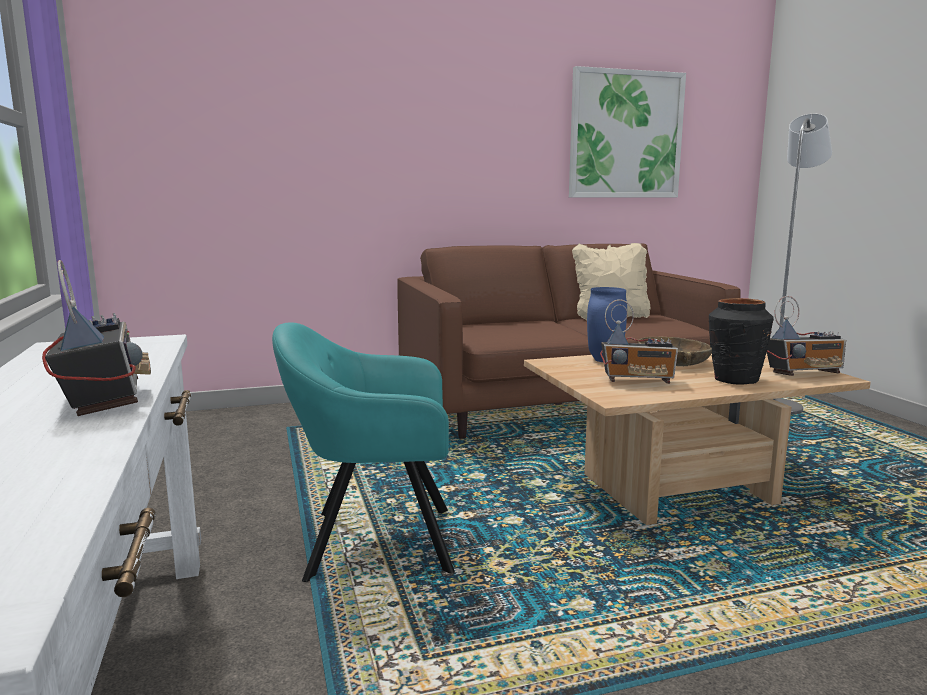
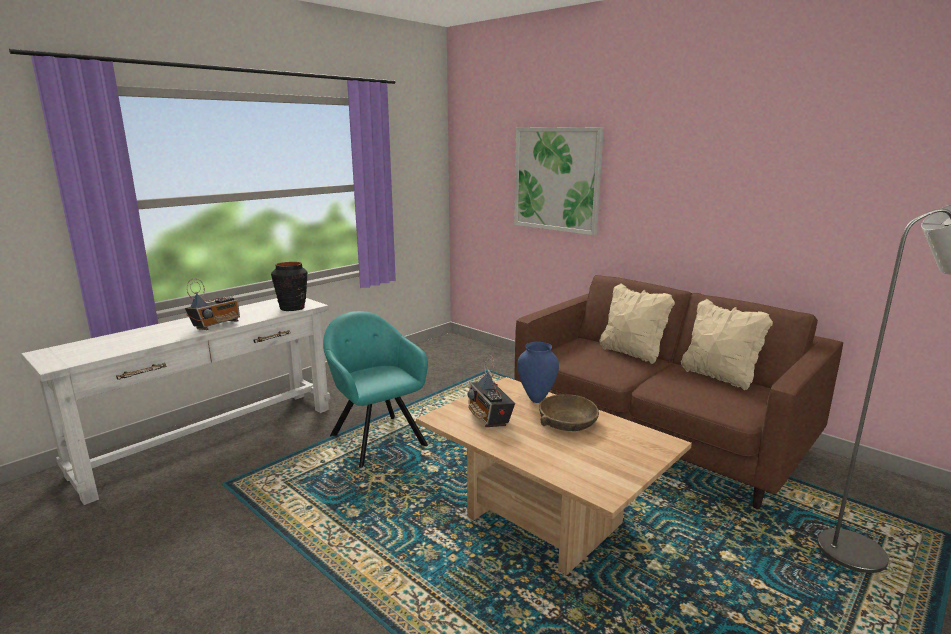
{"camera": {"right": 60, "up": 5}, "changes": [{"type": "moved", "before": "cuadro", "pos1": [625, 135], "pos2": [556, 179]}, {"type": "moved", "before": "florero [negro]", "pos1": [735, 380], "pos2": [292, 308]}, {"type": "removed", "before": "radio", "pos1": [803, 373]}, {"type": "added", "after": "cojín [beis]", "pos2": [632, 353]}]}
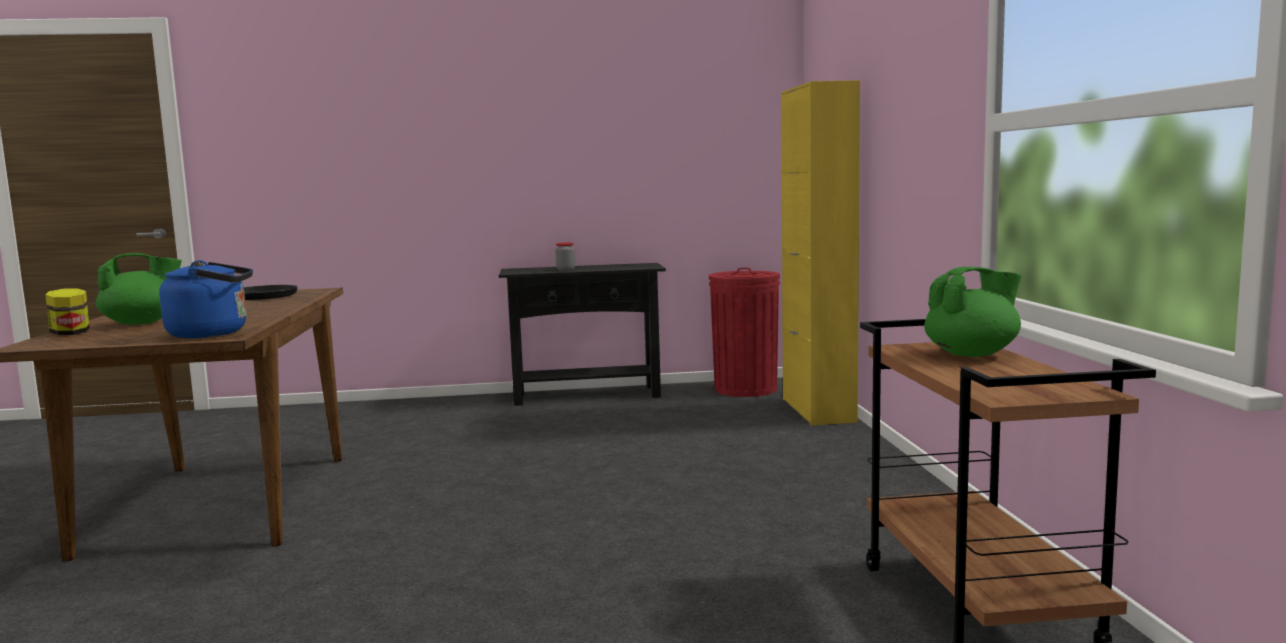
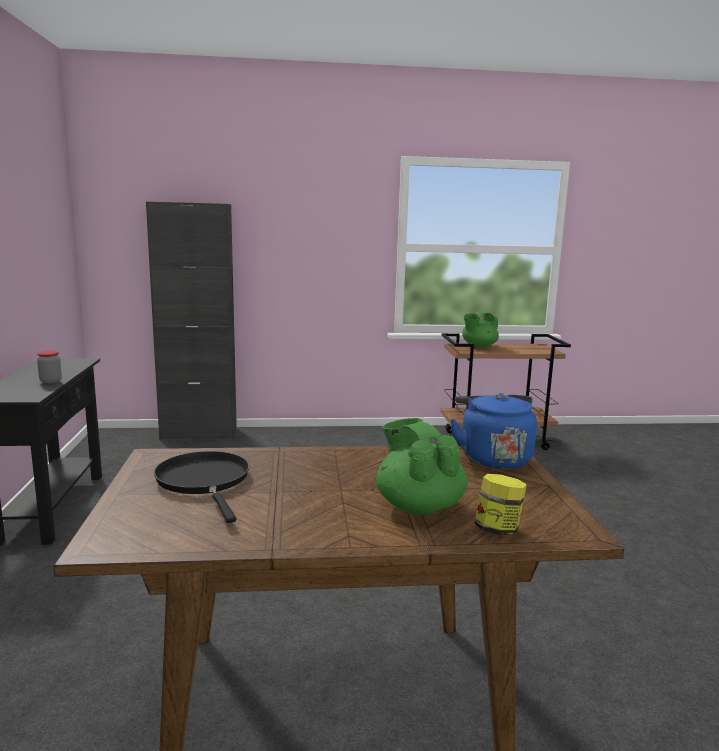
{"camera": {"right": -90, "up": 5}, "changes": [{"type": "removed", "before": "papelera [rojo]", "pos1": [745, 389]}, {"type": "recoloured", "before": "armario [amarillo]", "after": "armario [negro]", "pos1": [818, 410], "pos2": [199, 433]}, {"type": "turned", "before": "tetera [verde]", "pos1": [972, 354], "pos2": [478, 346], "turn": -105}]}
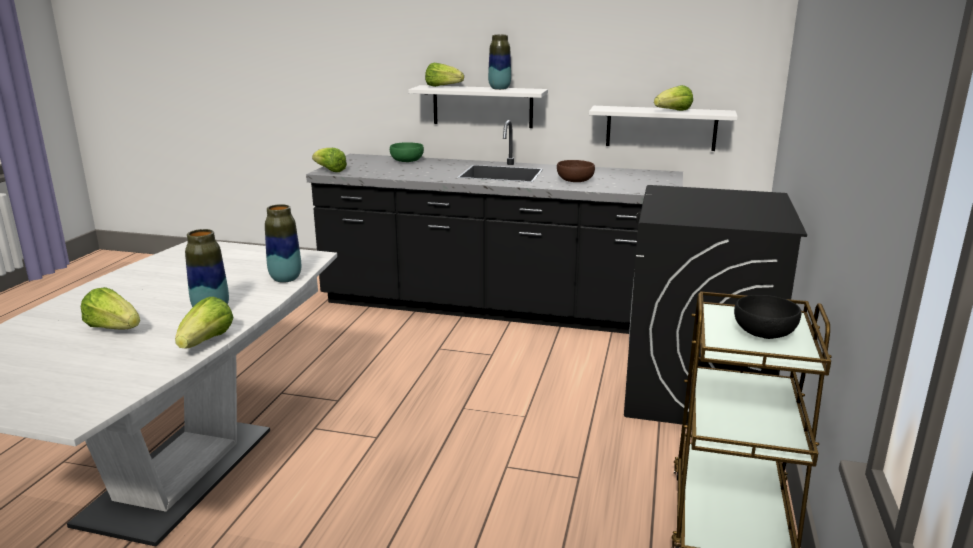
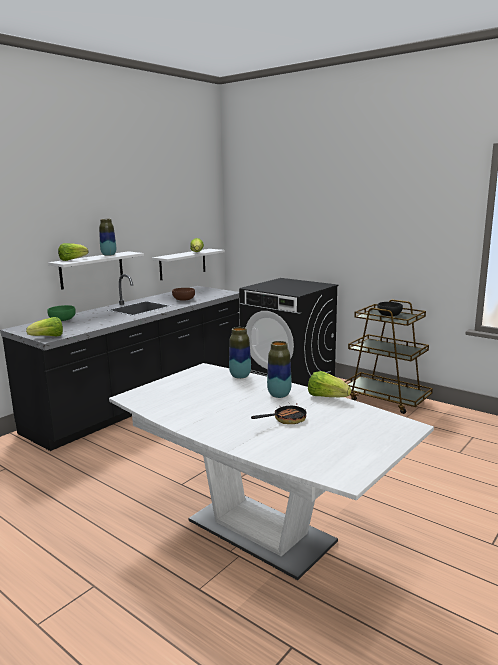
{"camera": {"right": -65, "up": -5}, "changes": [{"type": "replaced", "before": "lechuga", "after": "sartén", "pos1": [114, 328], "pos2": [285, 420]}]}
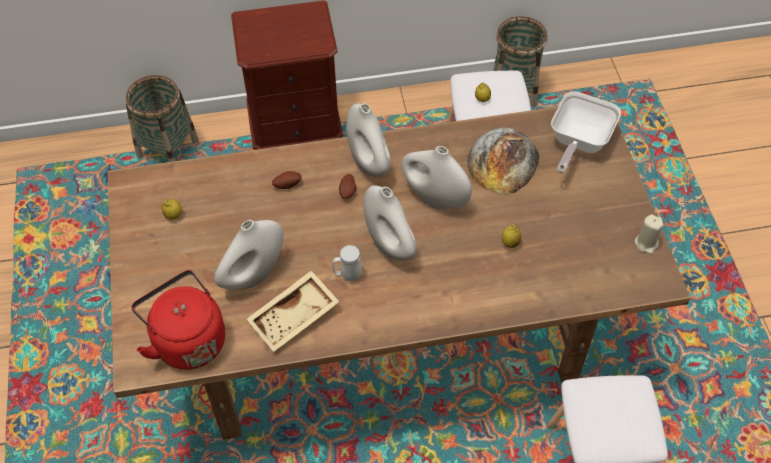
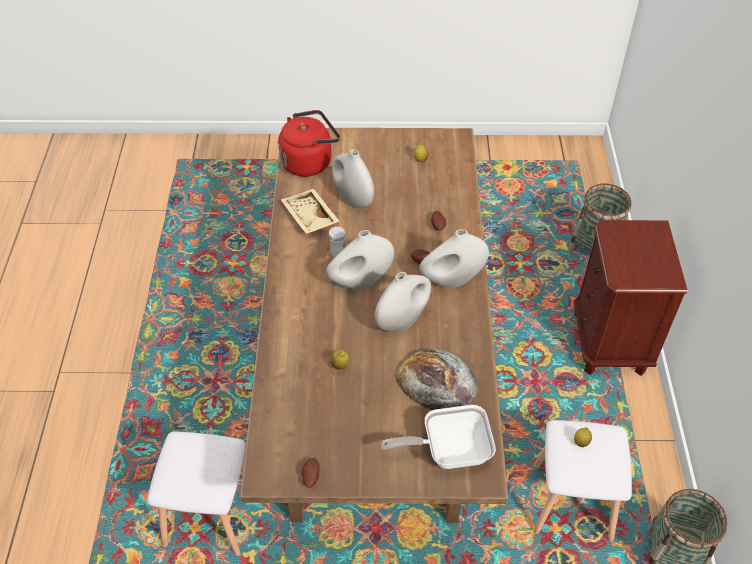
{"camera": {"right": 100, "up": -5}, "changes": [{"type": "turned", "before": "sartén", "pos1": [578, 143], "pos2": [448, 451], "turn": -45}, {"type": "replaced", "before": "vela [beis]", "after": "patata", "pos1": [646, 243], "pos2": [310, 477]}]}
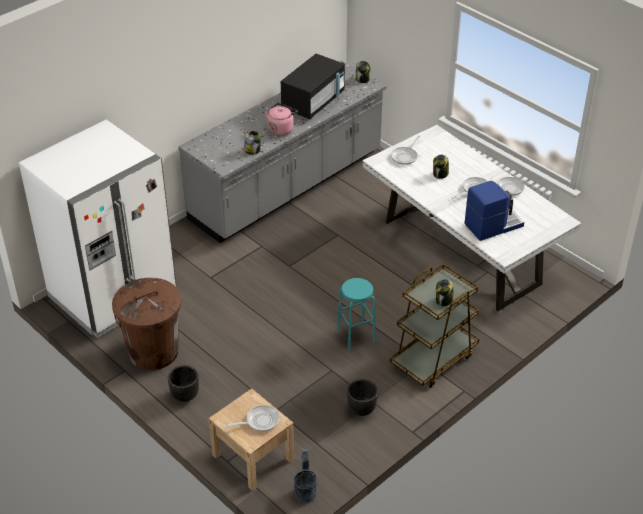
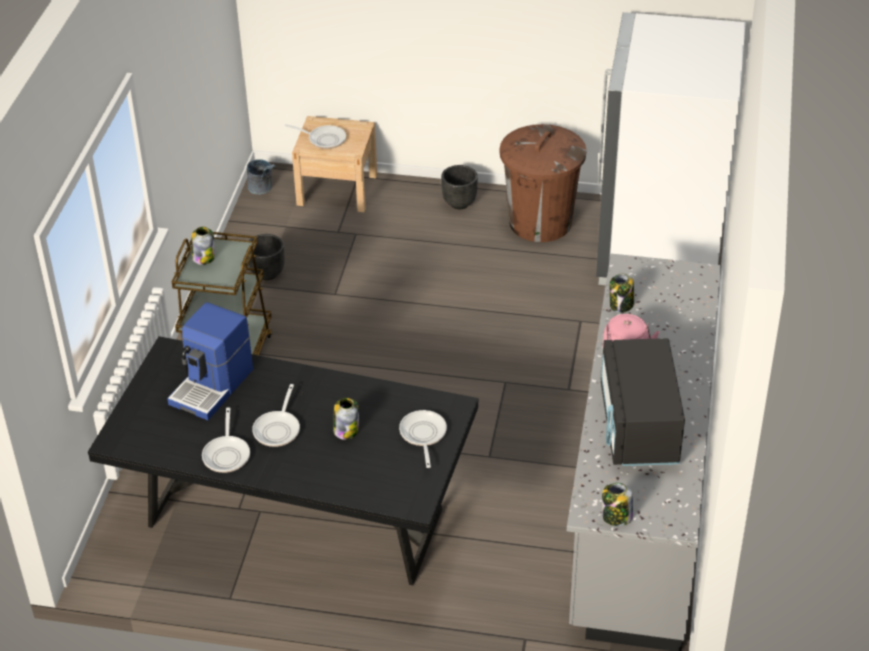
{"camera": {"right": 145, "up": 0}, "changes": [{"type": "turned", "before": "sartén", "pos1": [259, 421], "pos2": [324, 139], "turn": -105}, {"type": "removed", "before": "taburete [turquesa]", "pos1": [355, 336]}, {"type": "recoloured", "before": "mesa de comedor [blanco]", "after": "mesa de comedor [negro]", "pos1": [460, 253], "pos2": [297, 518]}]}
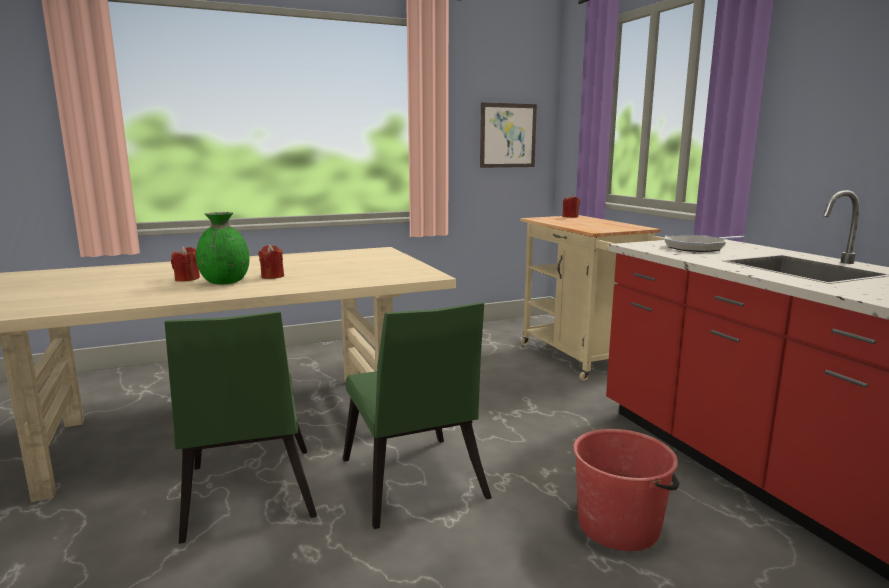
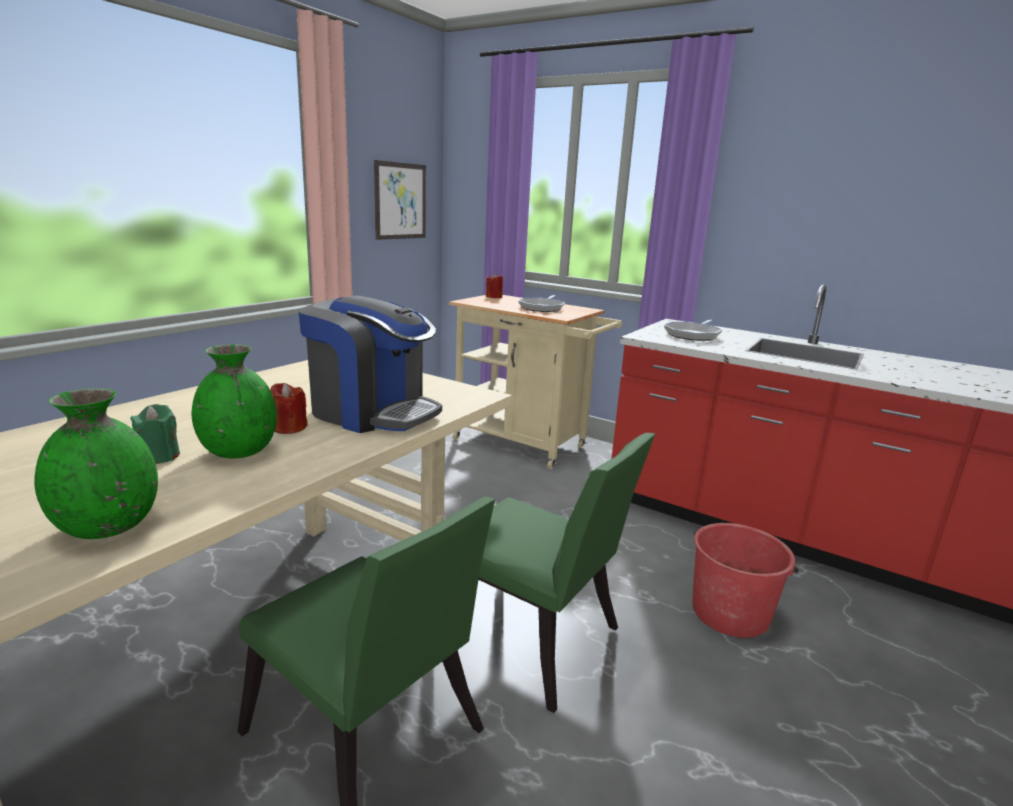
{"camera": {"right": -35, "up": 5}, "changes": [{"type": "recoloured", "before": "vela [rojo]", "after": "vela [verde]", "pos1": [187, 279], "pos2": [159, 457]}, {"type": "added", "after": "florero [verde]", "pos2": [107, 527]}, {"type": "added", "after": "cafetera", "pos2": [372, 412]}, {"type": "added", "after": "sartén", "pos2": [542, 308]}]}
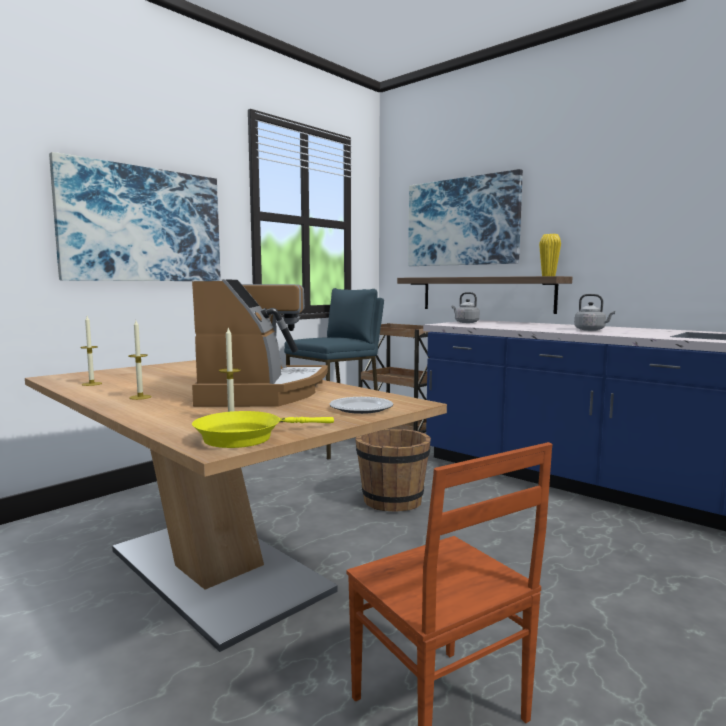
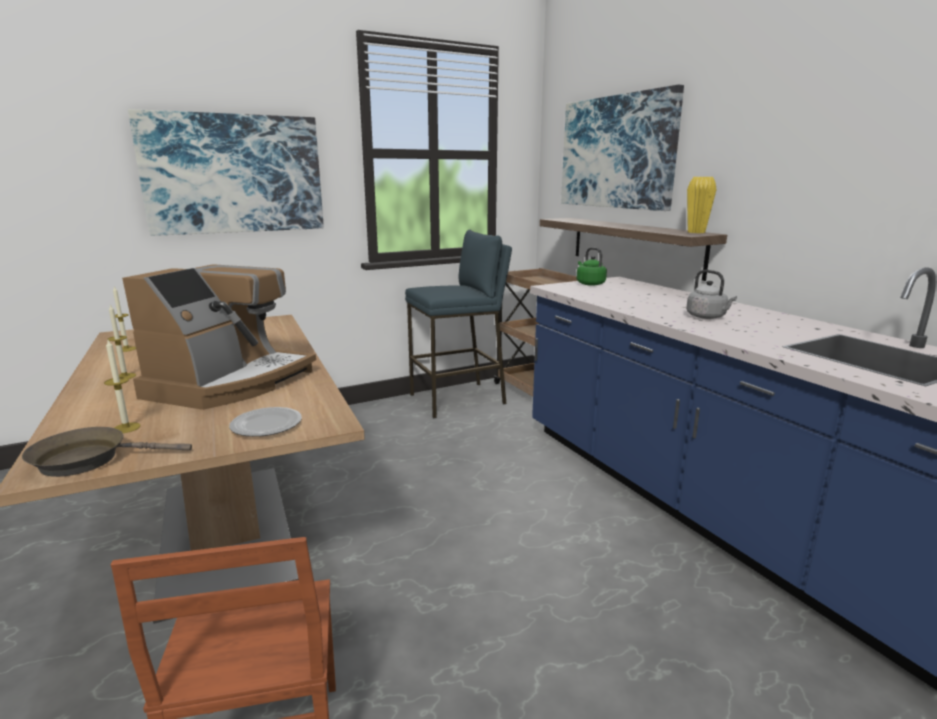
{"camera": {"right": 20, "up": 10}, "changes": [{"type": "recoloured", "before": "sartén [amarillo]", "after": "sartén [marrón]", "pos1": [245, 437], "pos2": [88, 460]}, {"type": "removed", "before": "cubo [marrón]", "pos1": [392, 501]}, {"type": "recoloured", "before": "hervidor [gris]", "after": "hervidor [verde]", "pos1": [465, 322], "pos2": [589, 284]}]}
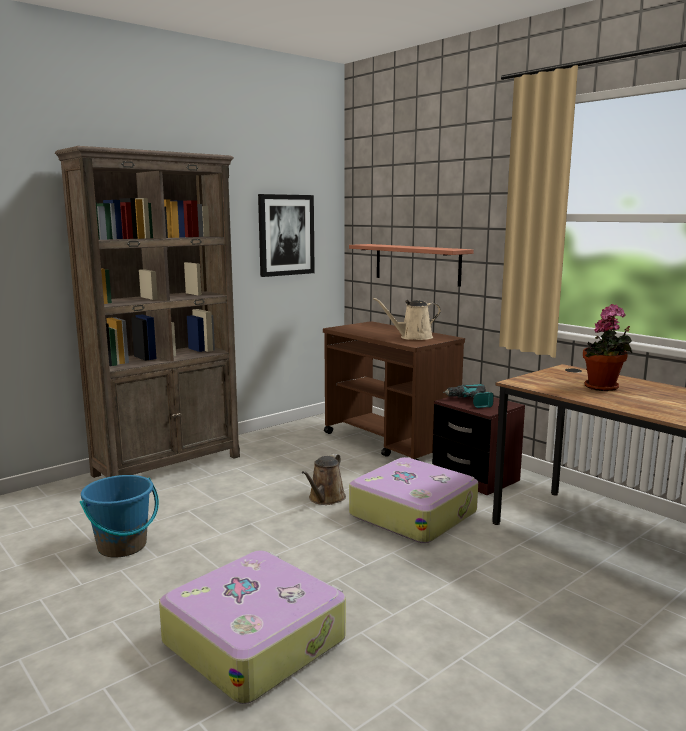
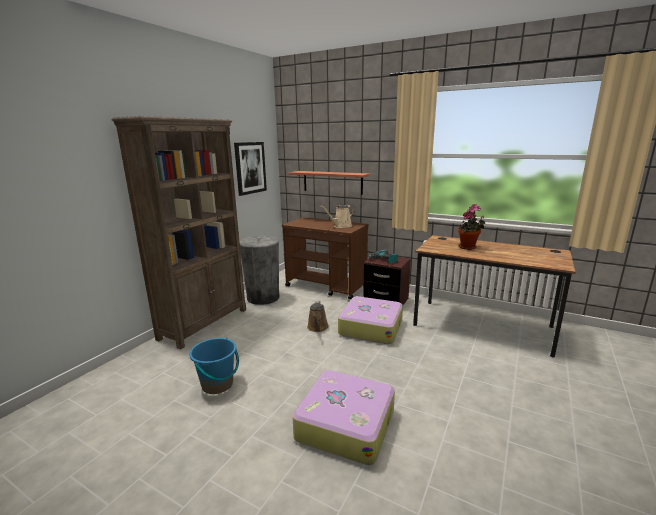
{"camera": {"right": -20, "up": 5}, "changes": [{"type": "added", "after": "papelera [gris]", "pos2": [263, 297]}]}
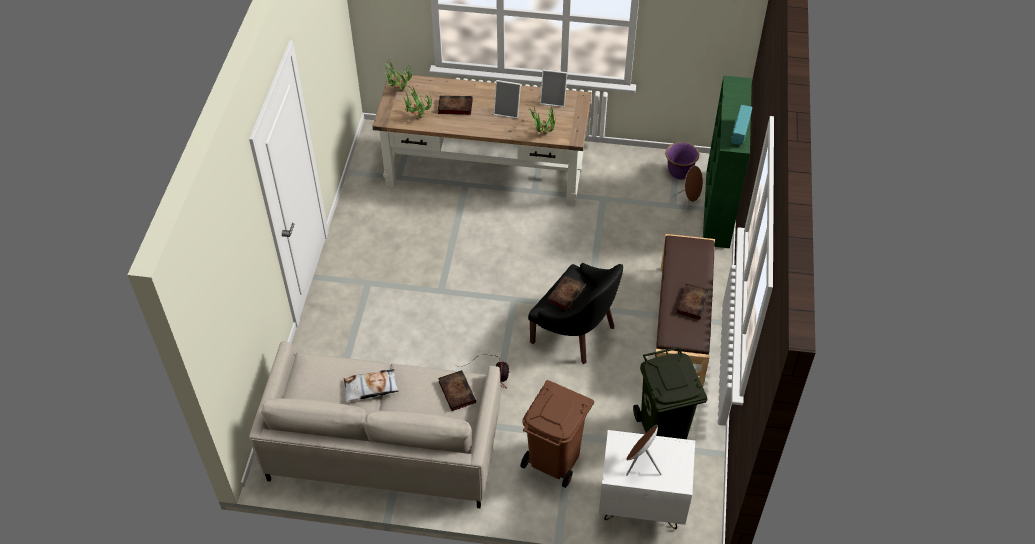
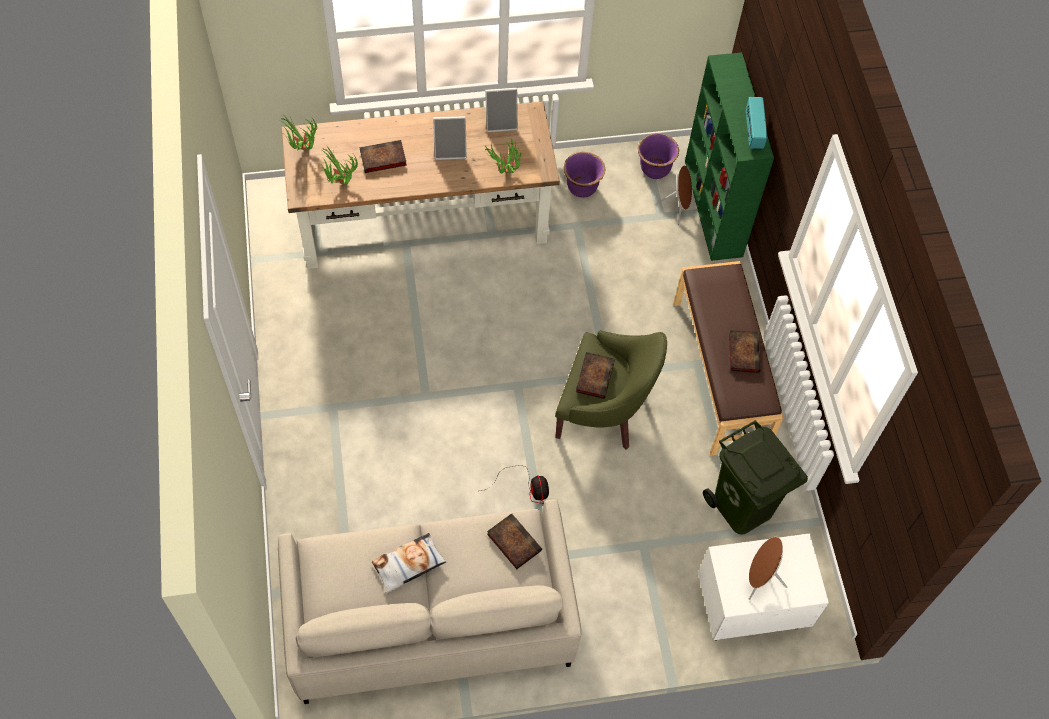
{"camera": {"right": -20, "up": 10}, "changes": [{"type": "removed", "before": "papelera [marrón]", "pos1": [555, 459]}, {"type": "recoloured", "before": "sillón [negro]", "after": "sillón [verde]", "pos1": [576, 332], "pos2": [604, 410]}, {"type": "added", "after": "maceta [morado]", "pos2": [582, 188]}]}
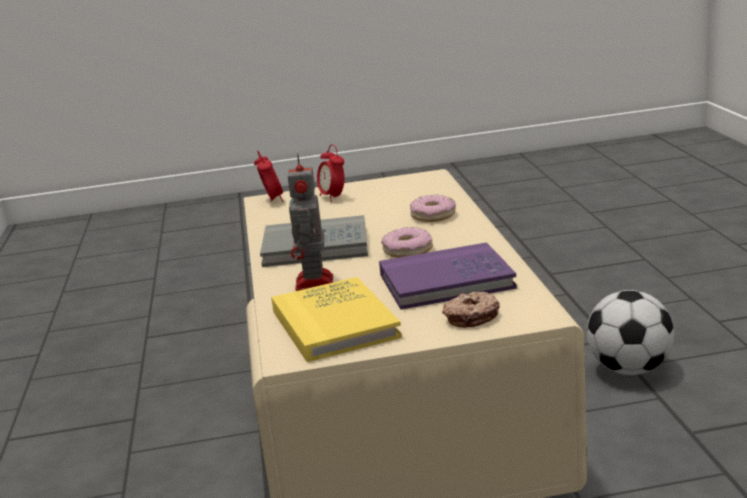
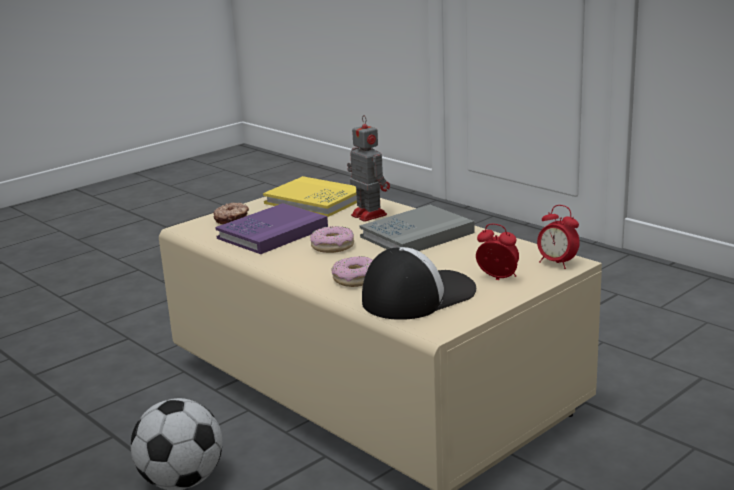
{"camera": {"right": 145, "up": 0}, "changes": [{"type": "added", "after": "gorra", "pos2": [417, 296]}]}
